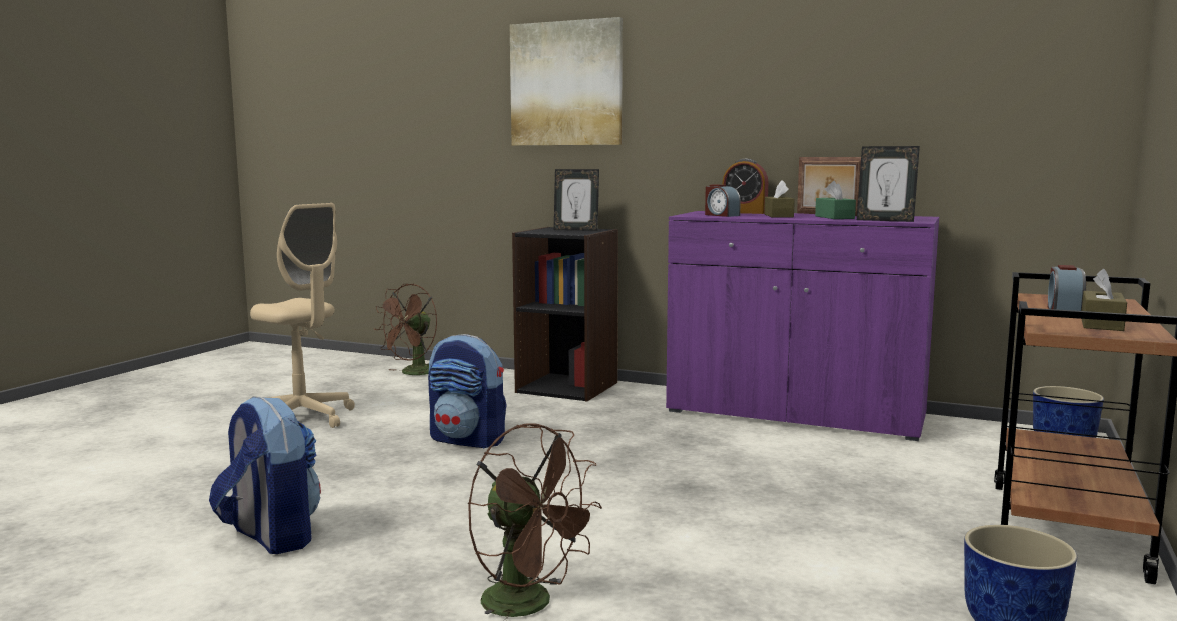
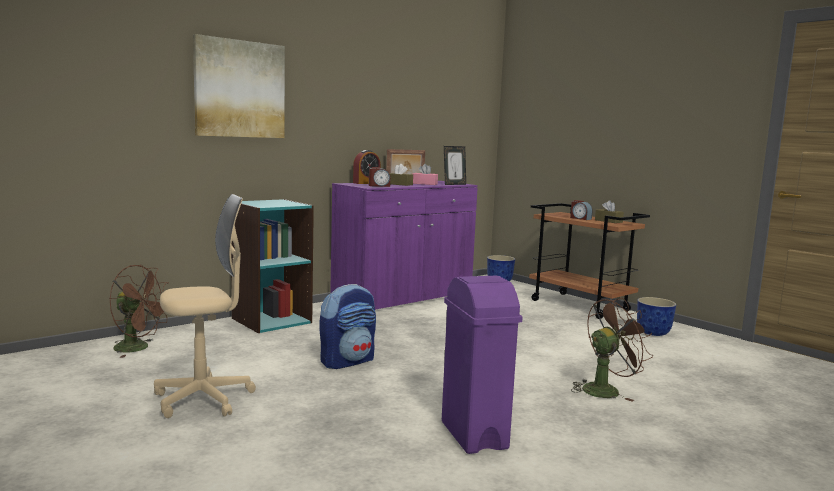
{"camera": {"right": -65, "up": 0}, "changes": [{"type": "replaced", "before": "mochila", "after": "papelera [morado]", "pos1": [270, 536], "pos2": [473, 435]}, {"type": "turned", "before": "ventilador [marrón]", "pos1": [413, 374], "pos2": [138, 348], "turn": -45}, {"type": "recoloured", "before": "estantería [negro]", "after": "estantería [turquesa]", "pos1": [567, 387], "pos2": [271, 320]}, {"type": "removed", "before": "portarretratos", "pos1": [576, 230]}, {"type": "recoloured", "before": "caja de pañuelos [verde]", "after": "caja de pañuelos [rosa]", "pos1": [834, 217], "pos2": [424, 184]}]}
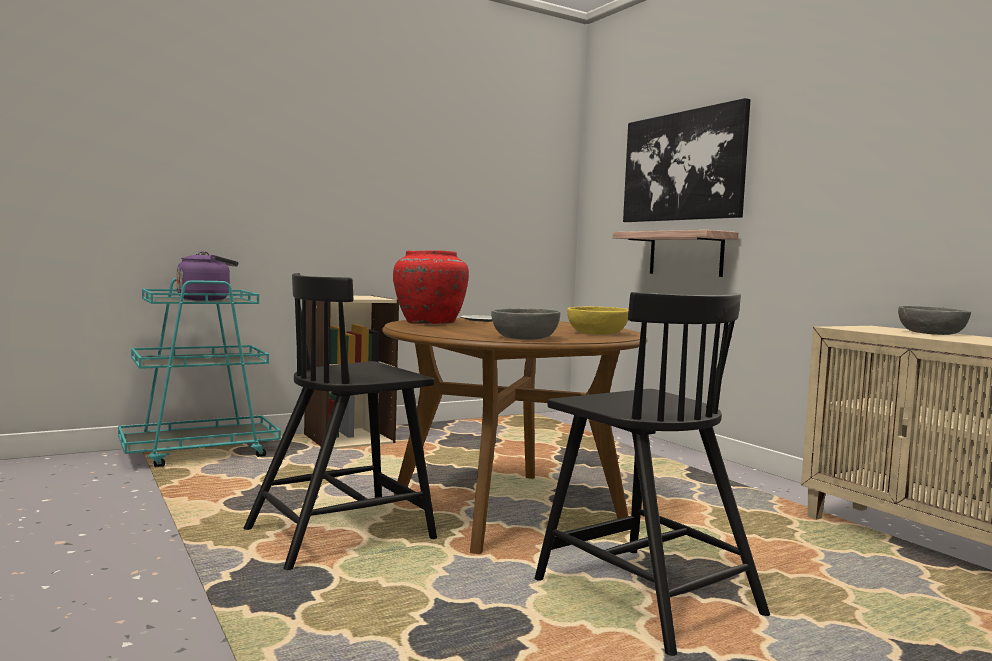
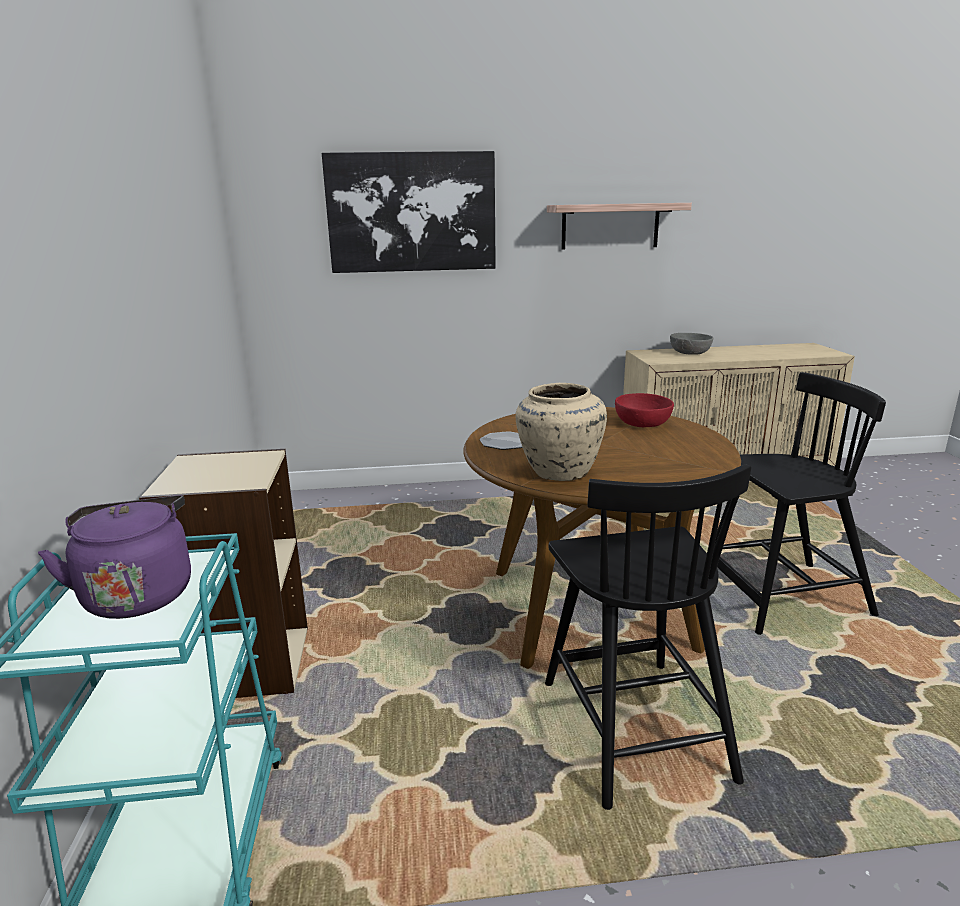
{"camera": {"right": -65, "up": 15}, "changes": [{"type": "recoloured", "before": "florero [rojo]", "after": "florero [beis]", "pos1": [429, 323], "pos2": [558, 472]}, {"type": "removed", "before": "cuenco [gris]", "pos1": [524, 338]}, {"type": "recoloured", "before": "cuenco [amarillo]", "after": "cuenco [rojo]", "pos1": [597, 333], "pos2": [643, 423]}, {"type": "moved", "before": "estante", "pos1": [685, 254], "pos2": [610, 226]}]}
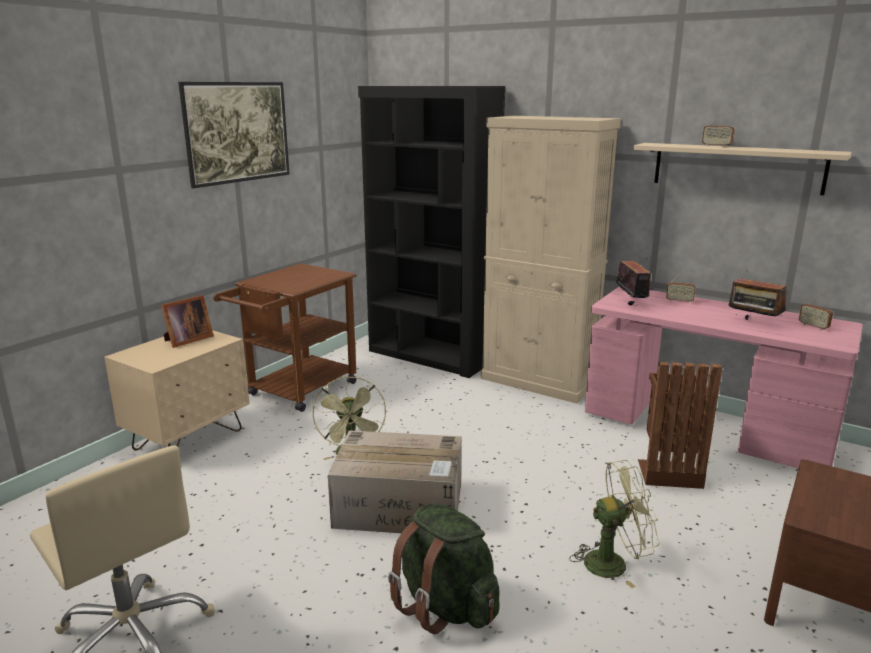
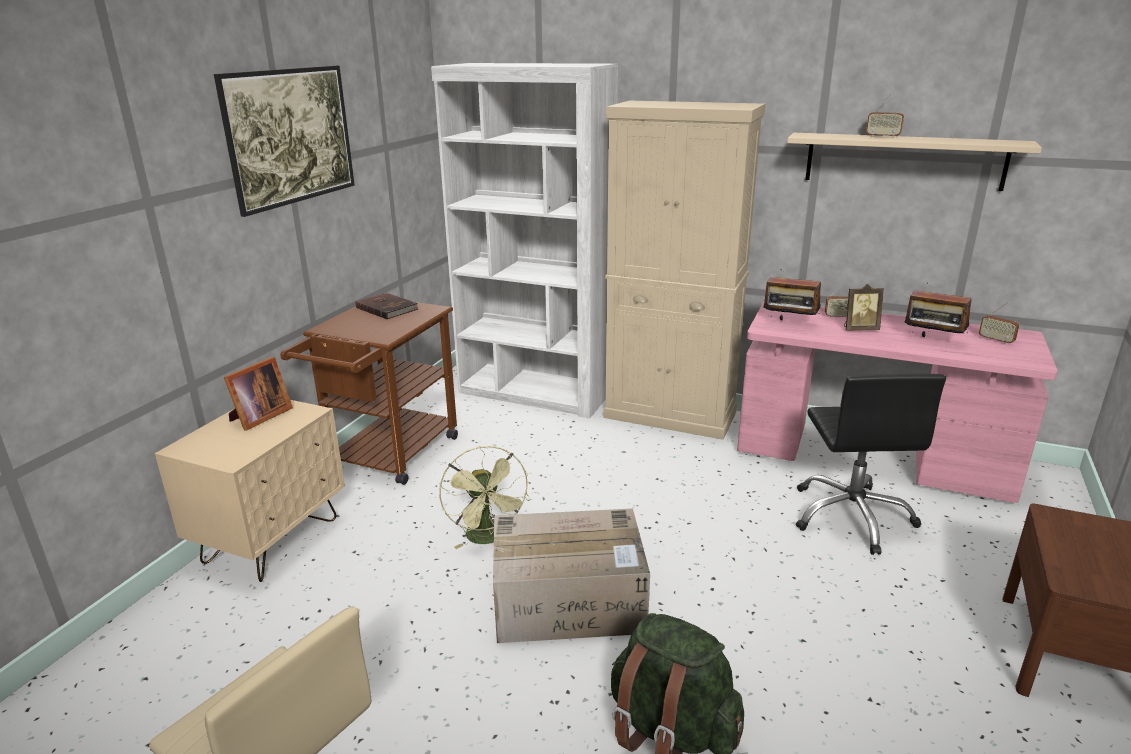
{"camera": {"right": -10, "up": 5}, "changes": [{"type": "recoloured", "before": "estantería [negro]", "after": "estantería [blanco]", "pos1": [431, 356], "pos2": [535, 392]}, {"type": "removed", "before": "ventilador [verde]", "pos1": [613, 562]}, {"type": "turned", "before": "radio", "pos1": [631, 302], "pos2": [789, 323], "turn": 135}, {"type": "replaced", "before": "papelera [marrón]", "after": "silla de oficina [negro]", "pos1": [668, 471], "pos2": [852, 516]}, {"type": "added", "after": "libro [marrón]", "pos2": [387, 308]}, {"type": "added", "after": "portarretratos", "pos2": [859, 329]}]}
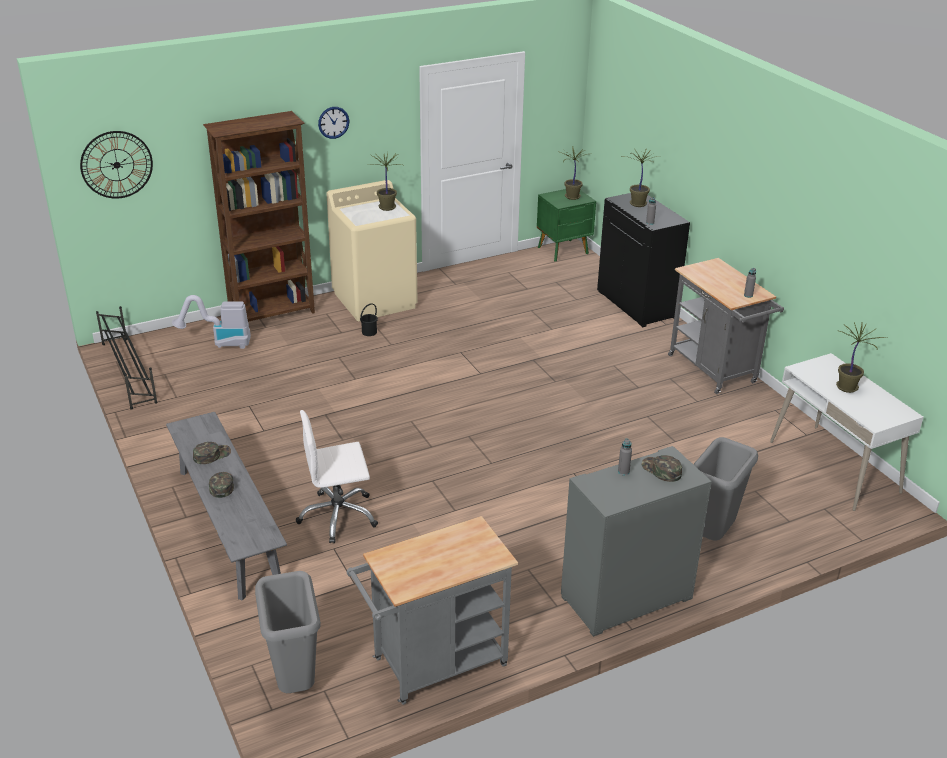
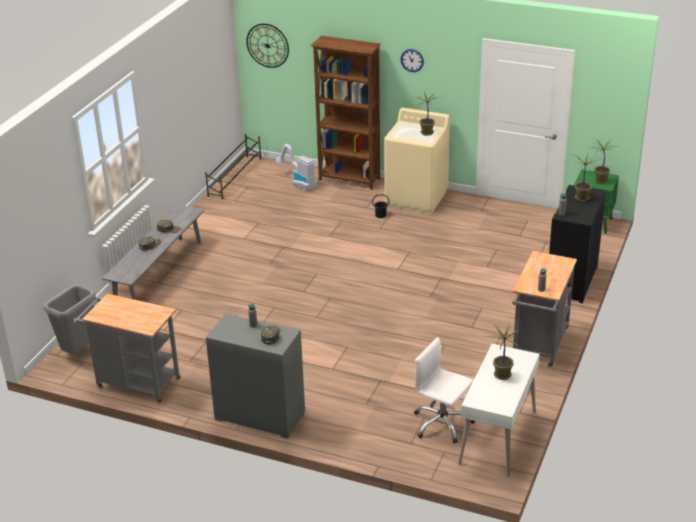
{"camera": {"right": 50, "up": 0}, "changes": [{"type": "moved", "before": "silla de oficina [blanco]", "pos1": [338, 516], "pos2": [442, 424]}, {"type": "removed", "before": "papelera [gris]", "pos1": [712, 537]}]}
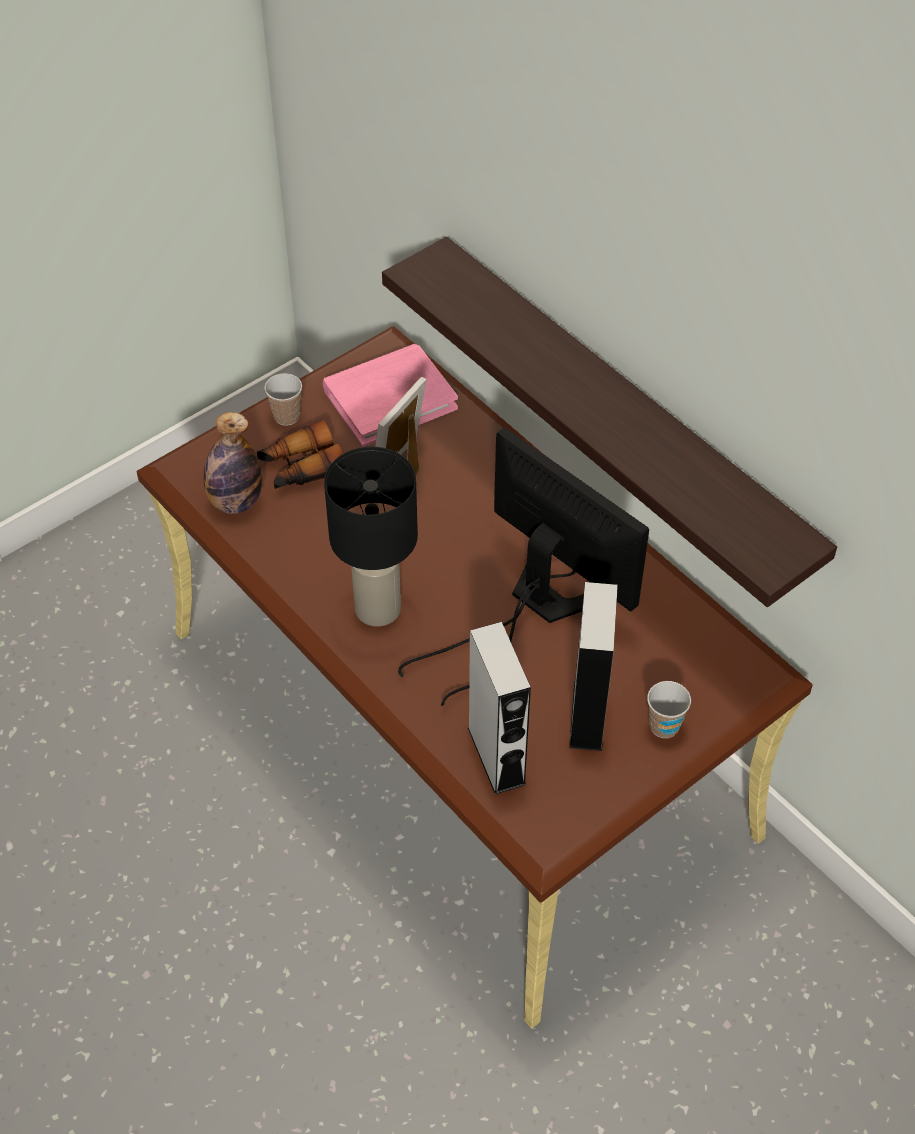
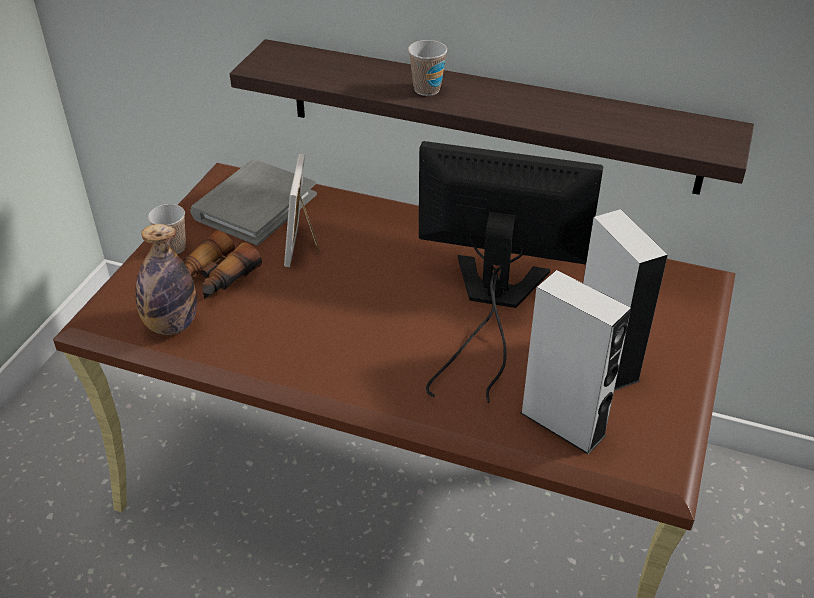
{"camera": {"right": -30, "up": -10}, "changes": [{"type": "recoloured", "before": "libro [rosa]", "after": "libro [gris]", "pos1": [390, 399], "pos2": [255, 206]}, {"type": "removed", "before": "lámpara de mesa [negro]", "pos1": [379, 609]}, {"type": "moved", "before": "taza", "pos1": [664, 726], "pos2": [427, 89]}]}
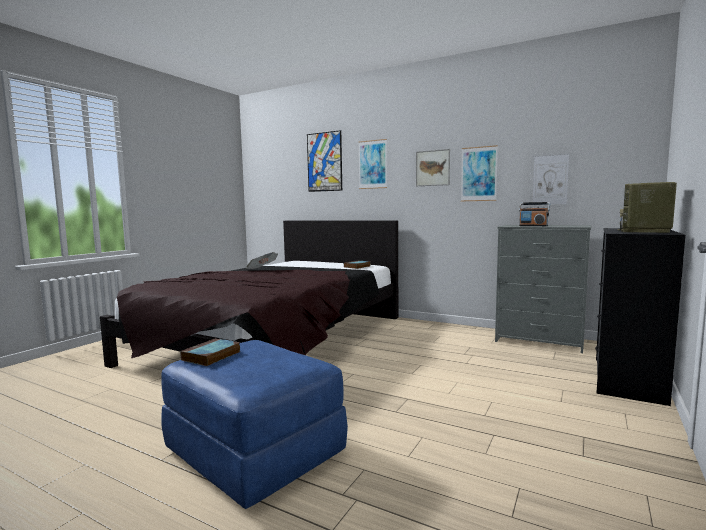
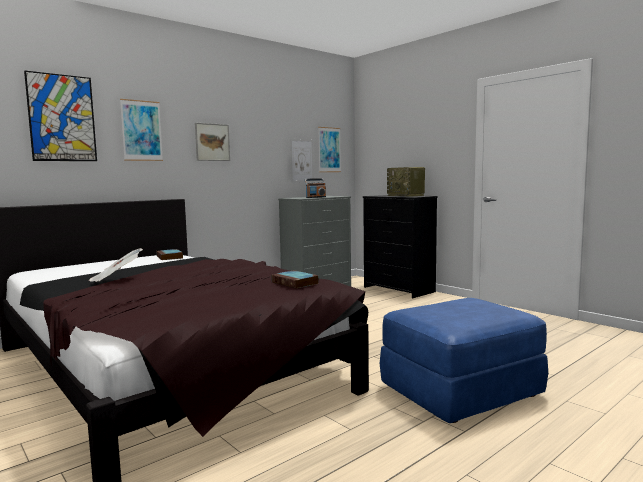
{"camera": {"right": -70, "up": 0}, "changes": [{"type": "moved", "before": "libro", "pos1": [211, 356], "pos2": [296, 283]}, {"type": "moved", "before": "cuadro", "pos1": [479, 174], "pos2": [329, 150]}]}
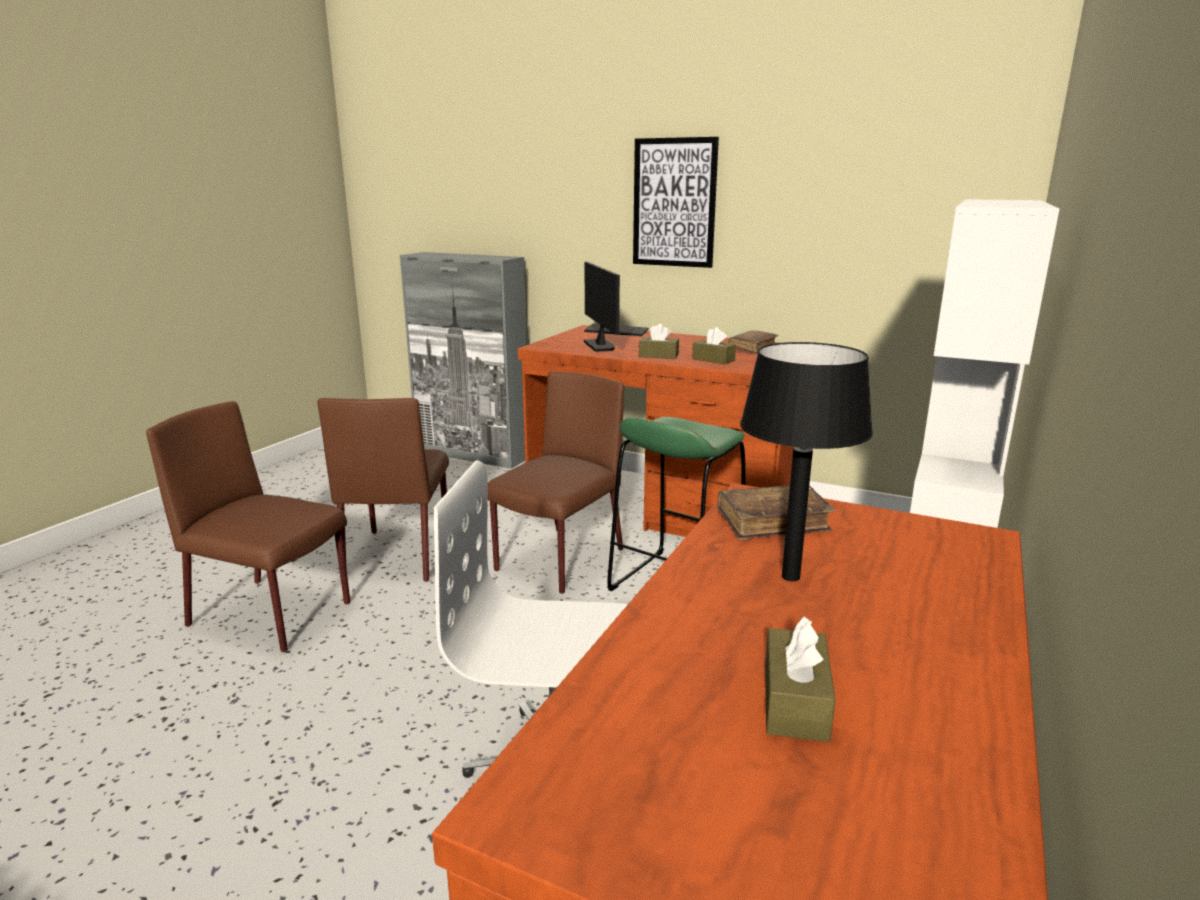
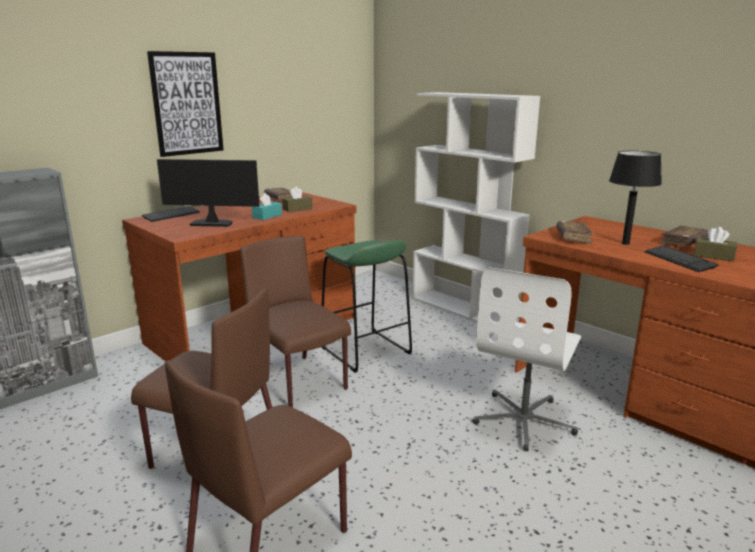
{"camera": {"right": -70, "up": 0}, "changes": [{"type": "recoloured", "before": "caja de pañuelos [marrón]", "after": "caja de pañuelos [turquesa]", "pos1": [658, 355], "pos2": [267, 216]}, {"type": "added", "after": "teclado", "pos2": [679, 260]}, {"type": "added", "after": "libro [marrón]", "pos2": [683, 242]}]}
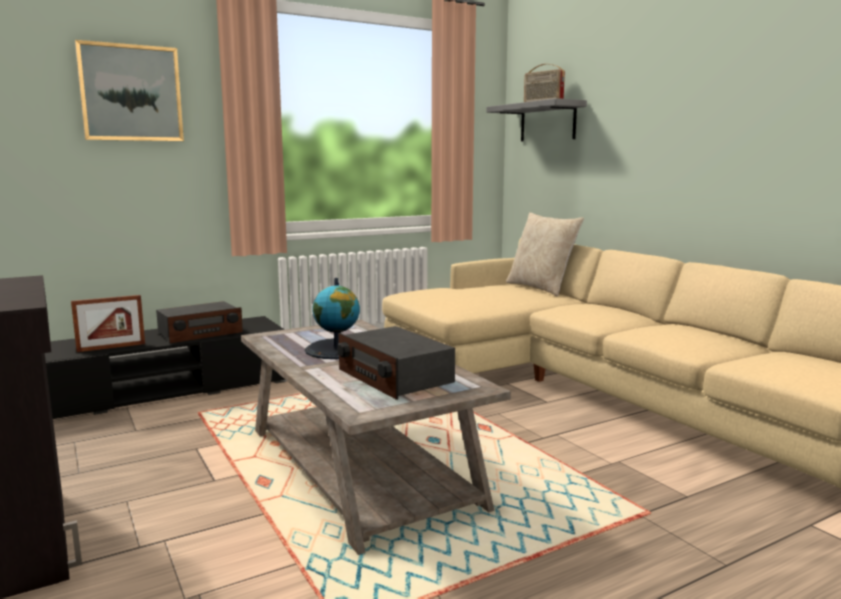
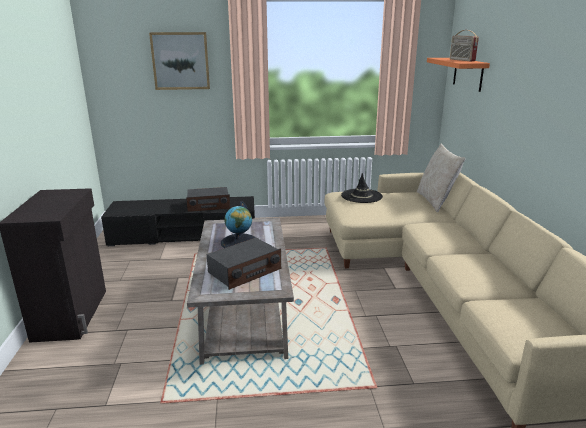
{"camera": {"right": 25, "up": 10}, "changes": [{"type": "removed", "before": "portarretratos", "pos1": [111, 347]}, {"type": "turned", "before": "radio", "pos1": [394, 377], "pos2": [244, 271], "turn": -120}, {"type": "recoloured", "before": "estante [gris]", "after": "estante [naranja]", "pos1": [547, 122], "pos2": [468, 74]}, {"type": "added", "after": "sombrero [negro]", "pos2": [361, 196]}]}
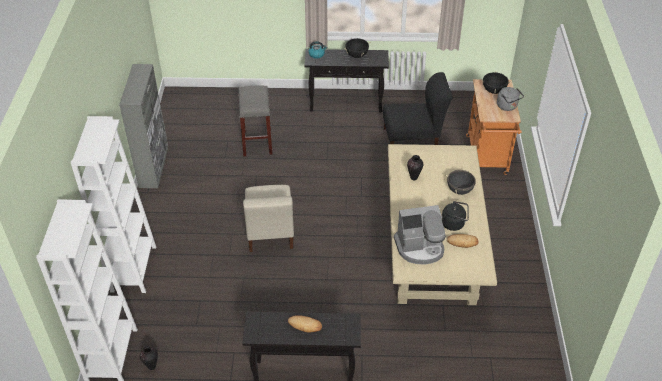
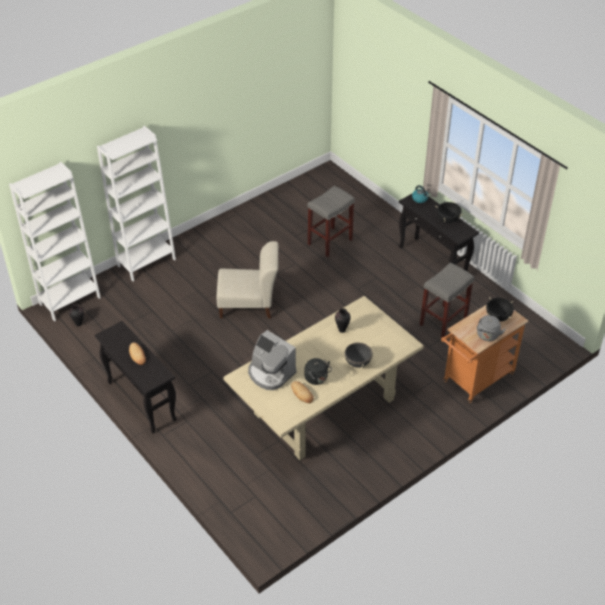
{"camera": {"right": 50, "up": 0}, "changes": [{"type": "removed", "before": "armario [gris]", "pos1": [154, 166]}, {"type": "turned", "before": "silla [beis]", "pos1": [269, 232], "pos2": [249, 305], "turn": -135}, {"type": "replaced", "before": "silla [negro]", "after": "taburete [gris]", "pos1": [413, 138], "pos2": [443, 322]}]}
